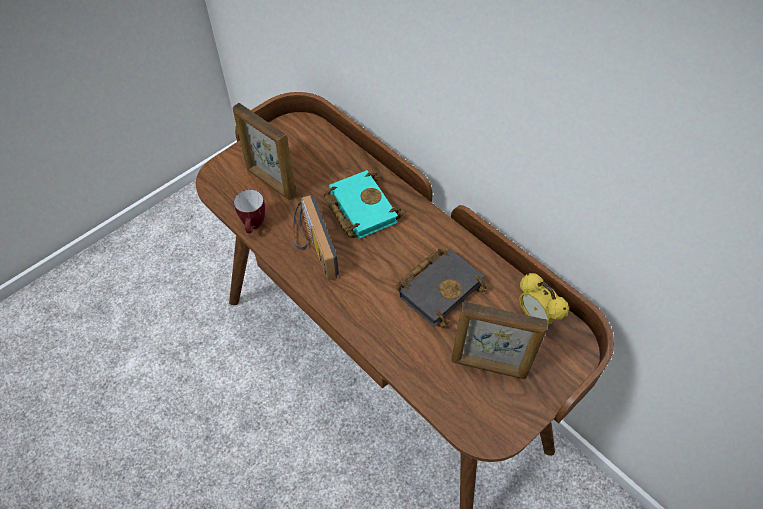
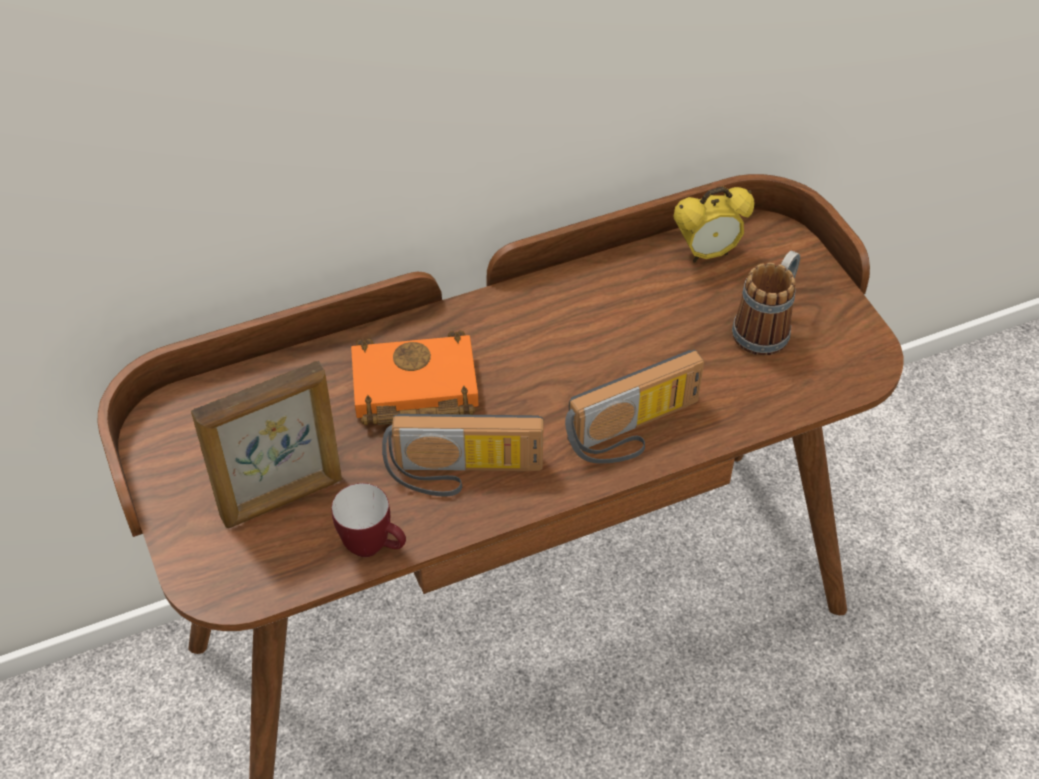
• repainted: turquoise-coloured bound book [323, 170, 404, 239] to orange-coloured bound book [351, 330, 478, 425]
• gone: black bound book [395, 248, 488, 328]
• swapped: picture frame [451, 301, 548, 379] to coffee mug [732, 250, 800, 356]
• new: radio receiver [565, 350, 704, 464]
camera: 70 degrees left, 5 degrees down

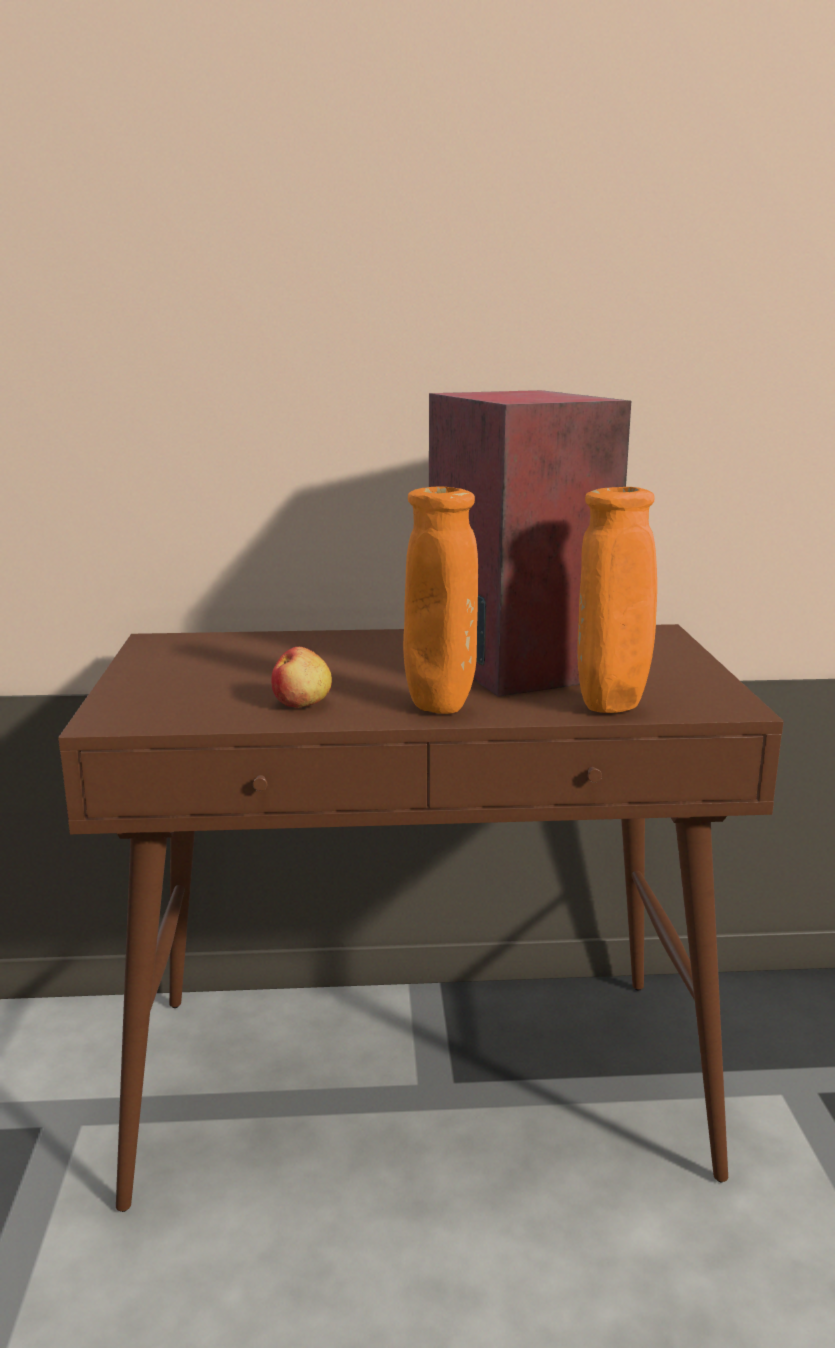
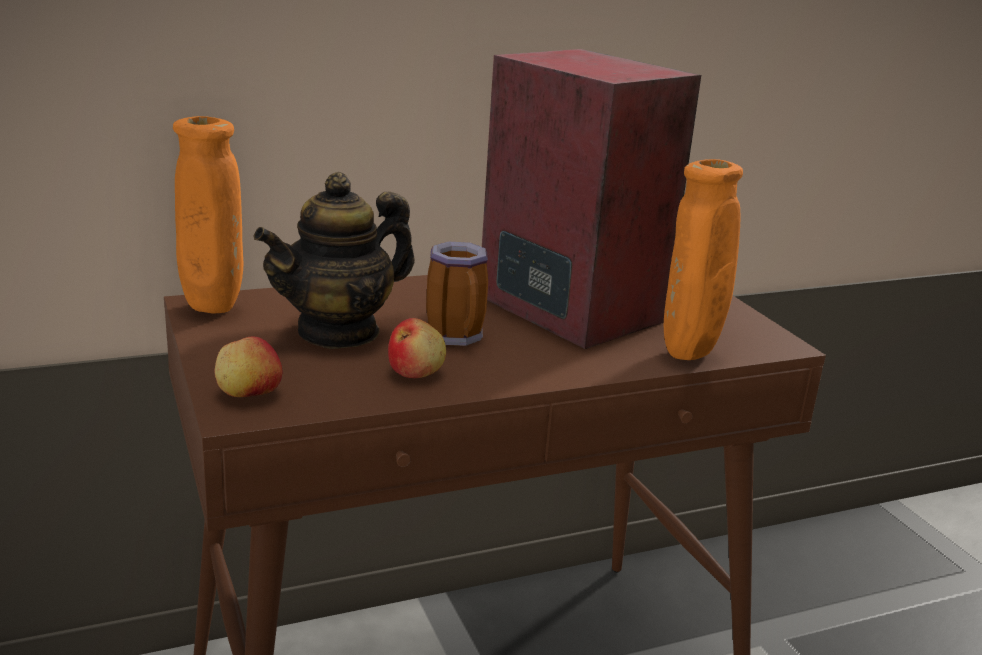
• shifted: orange-coloured decorative vase [403, 486, 478, 714] to [173, 116, 243, 313]
• new: tea pot [253, 172, 415, 349]
• new: coffee mug [426, 242, 488, 346]
• new: whole apple [215, 336, 282, 397]
camera: 20 degrees left, 5 degrees up

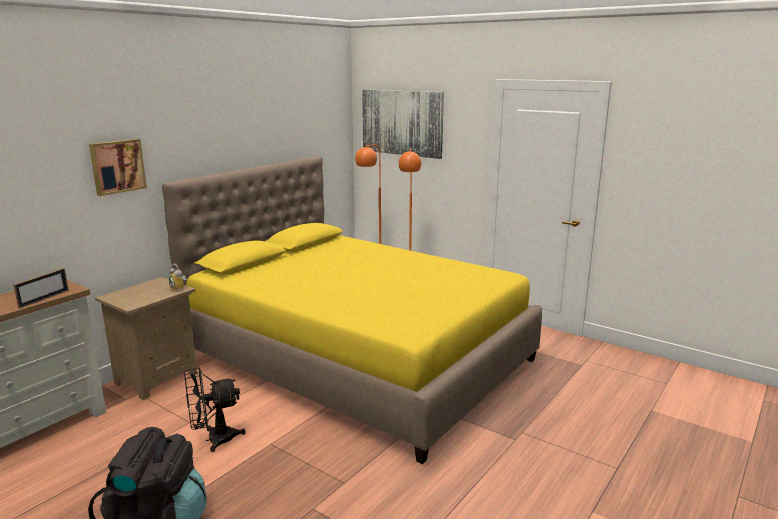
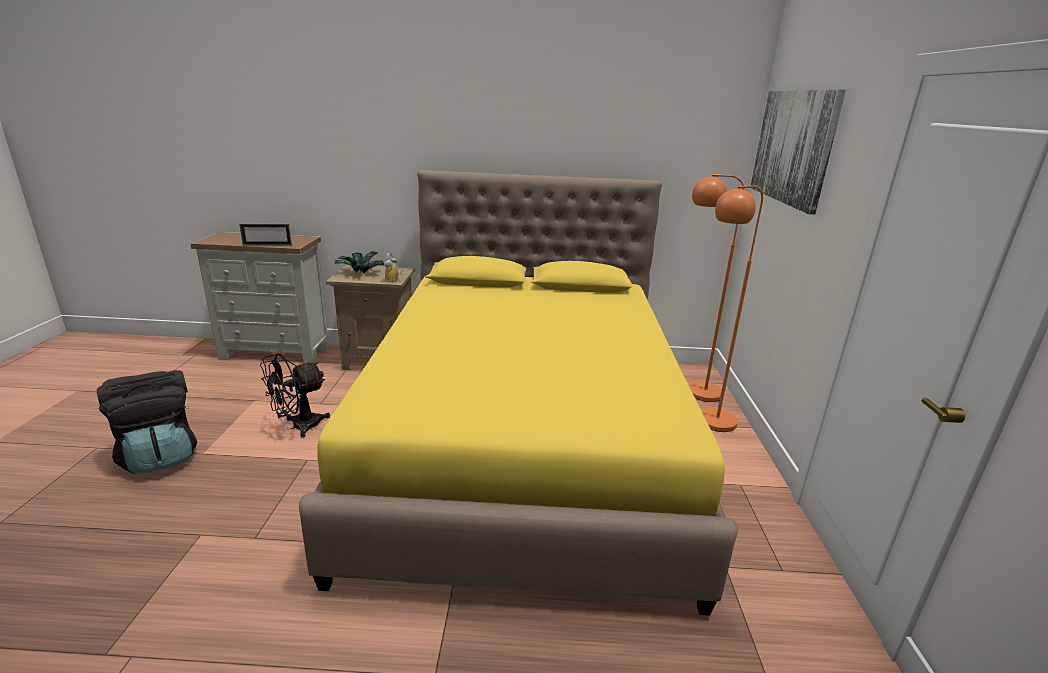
• gone: wall picture [89, 139, 147, 196]
• rotated: black cooling fan [184, 368, 246, 452] = [260, 353, 330, 438] 75 degrees counterclockwise
• new: plant in a pot [334, 251, 384, 273]
camera: 55 degrees right, 5 degrees up

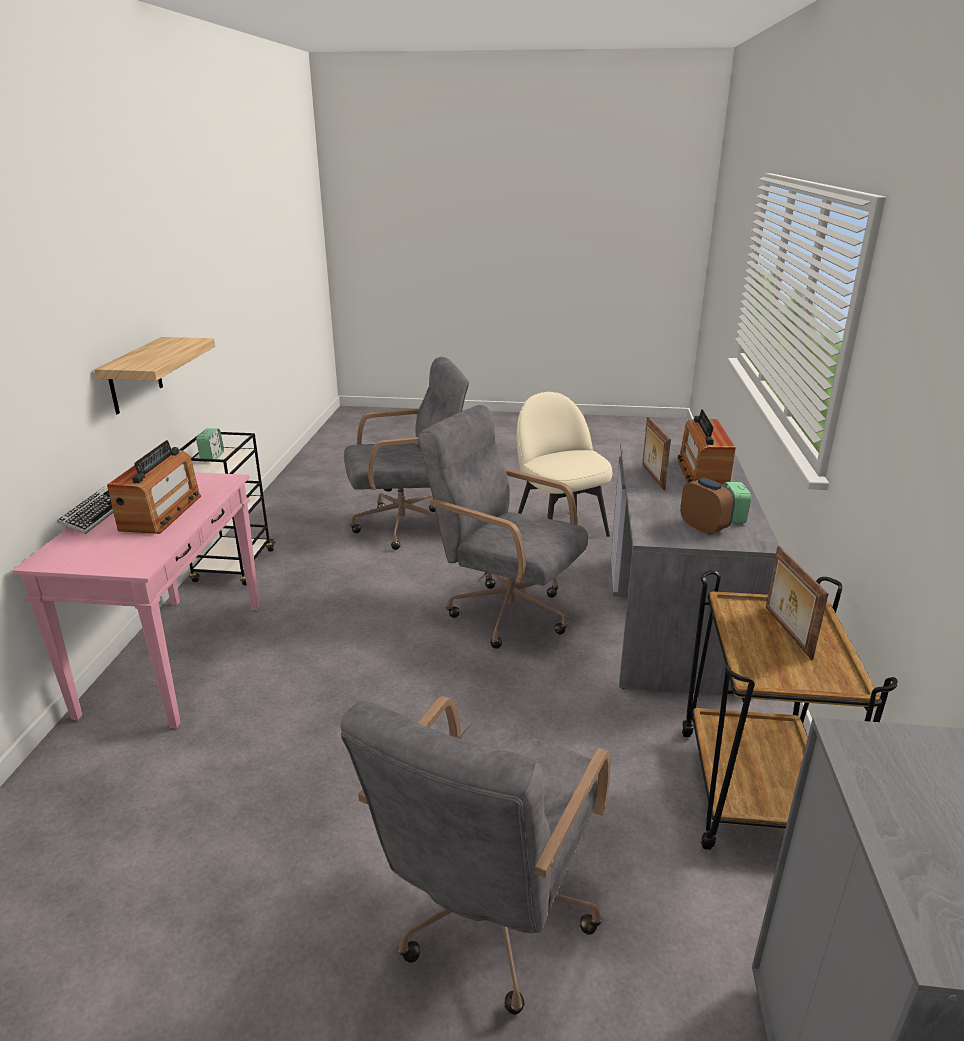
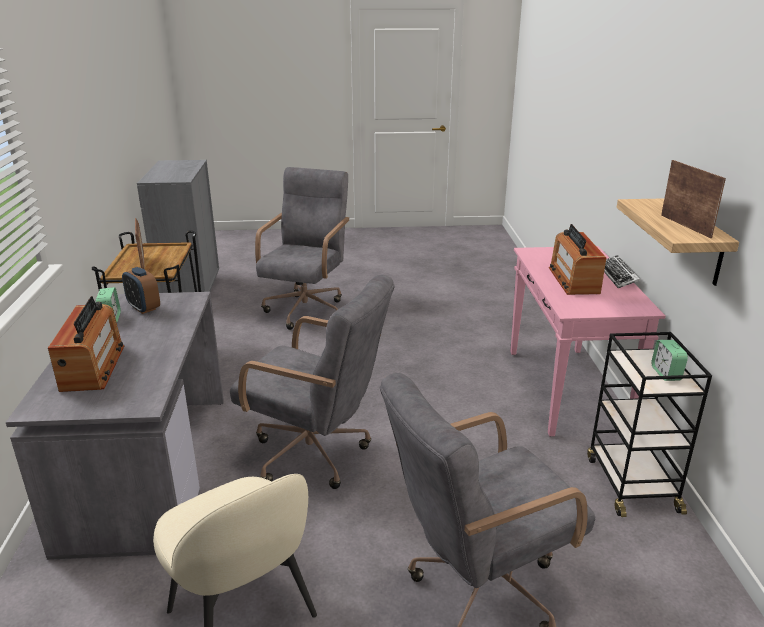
• shifted: picture frame [642, 417, 671, 490] to [661, 160, 726, 238]
camera: 170 degrees right, 0 degrees up

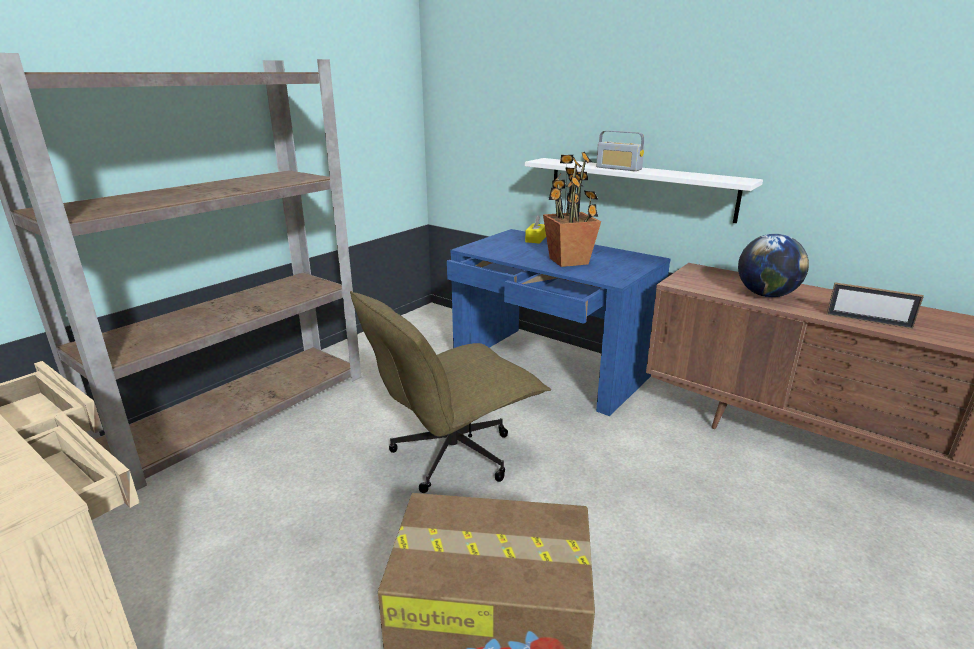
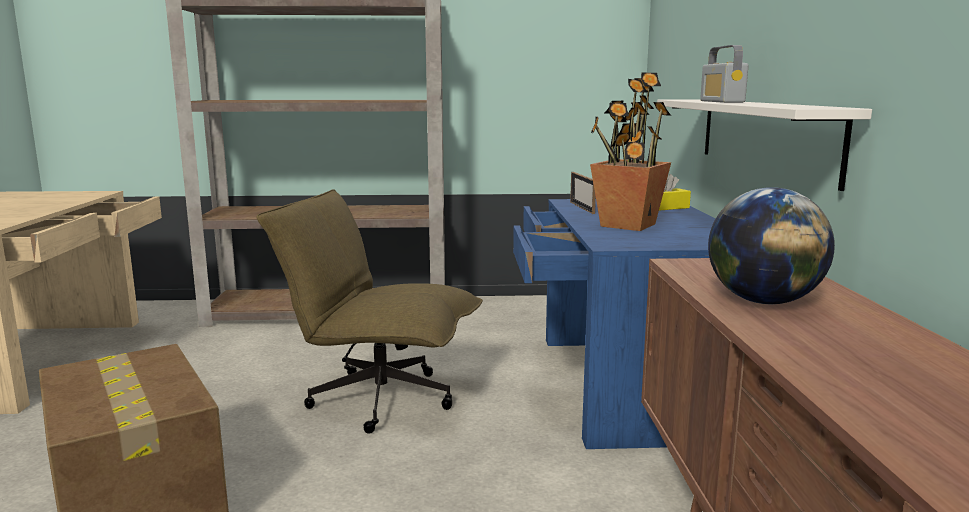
• shifted: picture frame [826, 282, 924, 329] to [570, 172, 596, 214]
camera: 50 degrees right, 10 degrees down

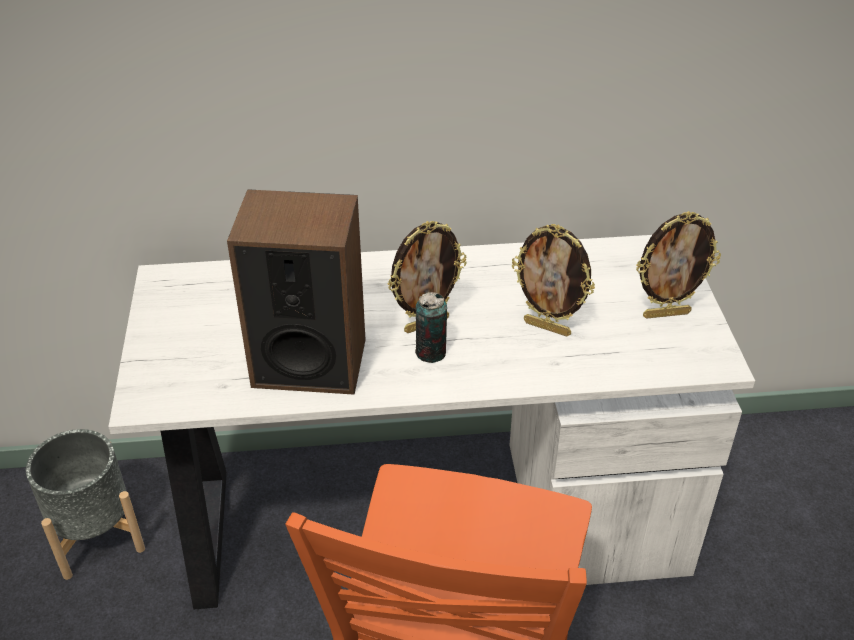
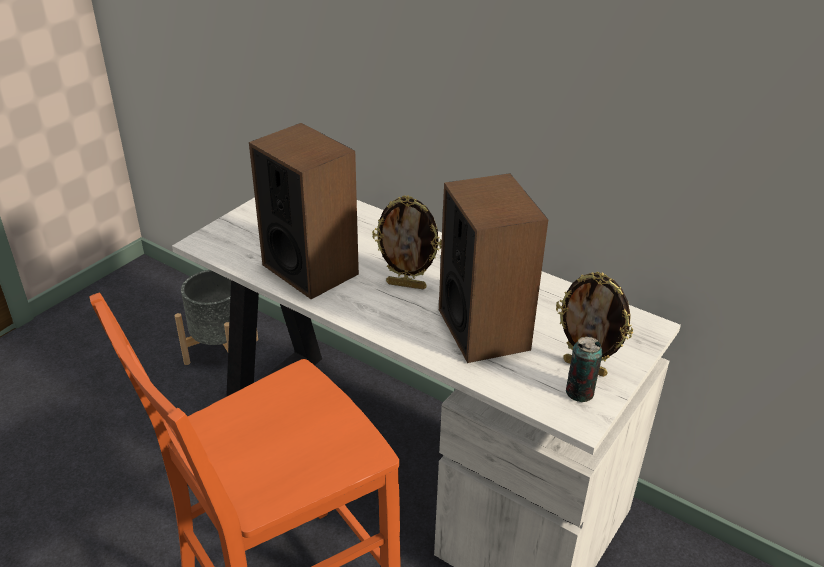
• swapped: picture frame [512, 224, 595, 337] to audio speaker [439, 173, 548, 363]
• shifted: sealed can [415, 292, 447, 363] to [566, 337, 603, 402]
camera: 40 degrees right, 5 degrees down

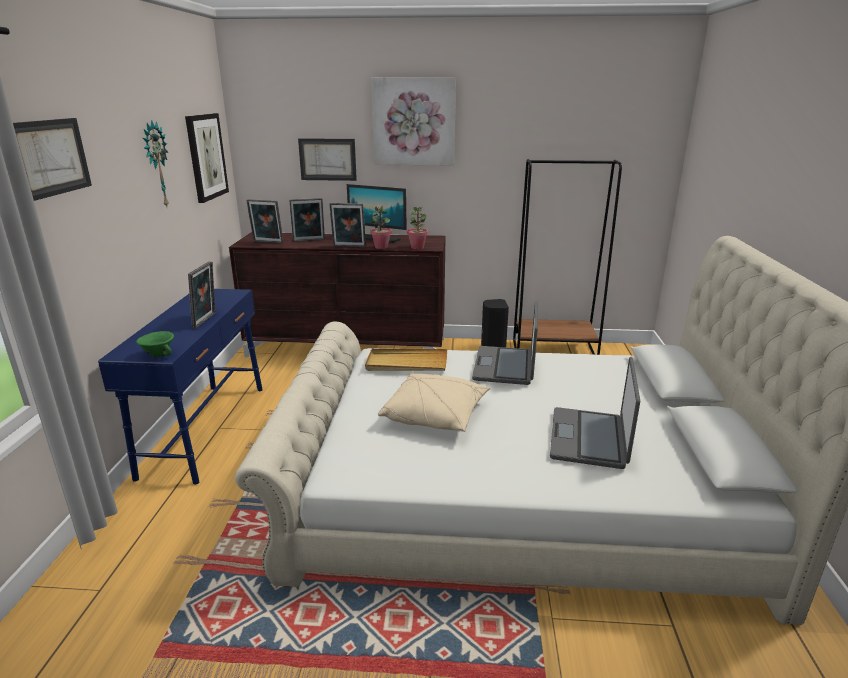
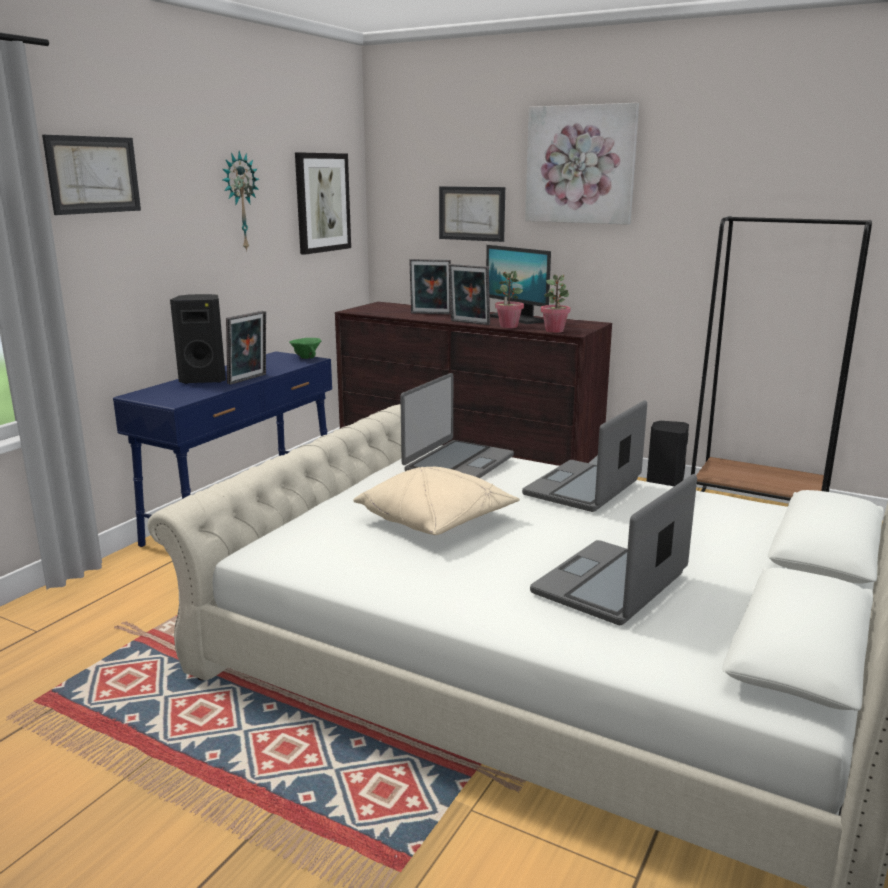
• gone: picture frame [246, 199, 284, 243]
• shifted: green serving bowl [136, 331, 174, 357] to [289, 338, 322, 359]
• swapped: sand-coloured serving tray [365, 348, 447, 371] to portable computer [400, 373, 514, 478]
• new: black audio speaker [170, 294, 226, 384]
camera: 25 degrees right, 5 degrees down

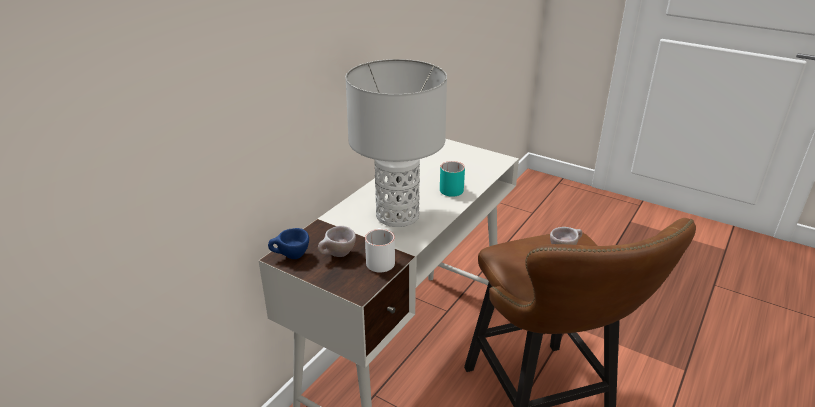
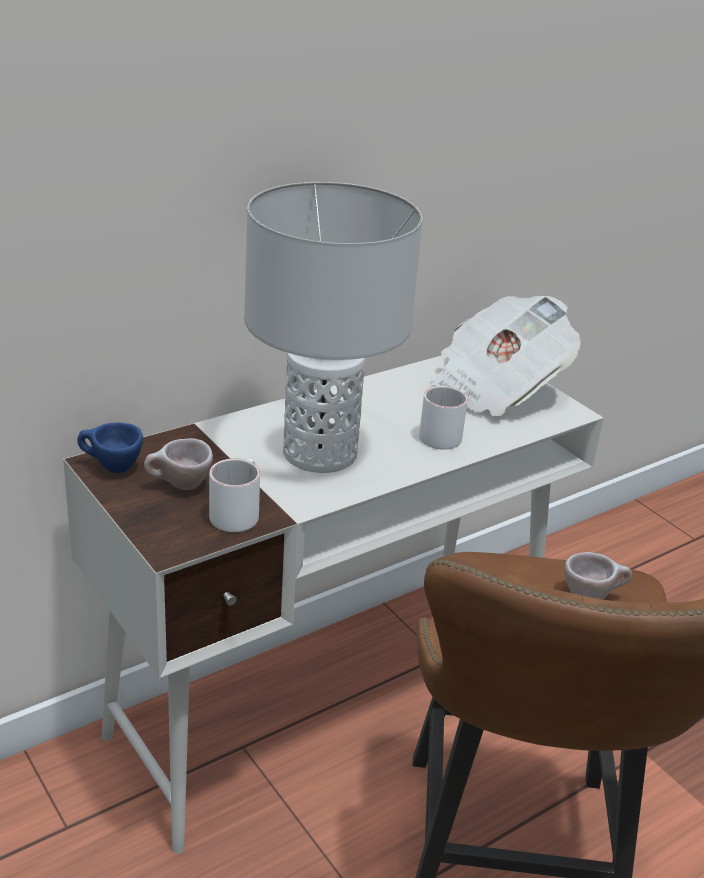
• repainted: turquoise-coloured coffee mug [440, 161, 465, 197] to white-coloured coffee mug [419, 386, 468, 450]
• new: printed paper [426, 296, 581, 416]
camera: 20 degrees right, 0 degrees up

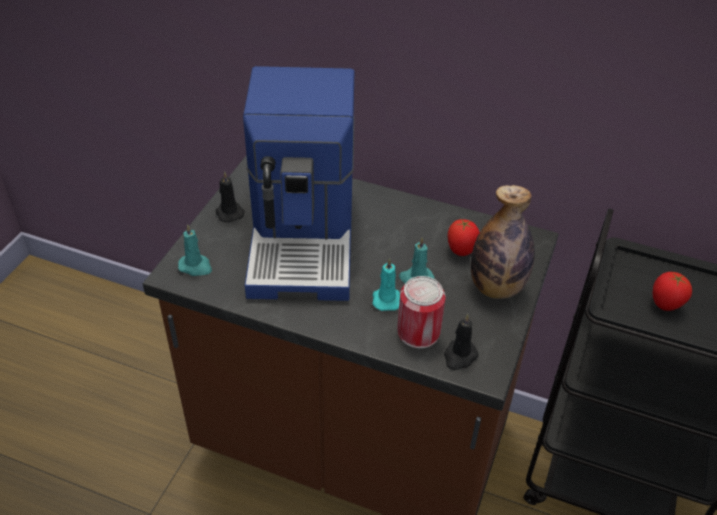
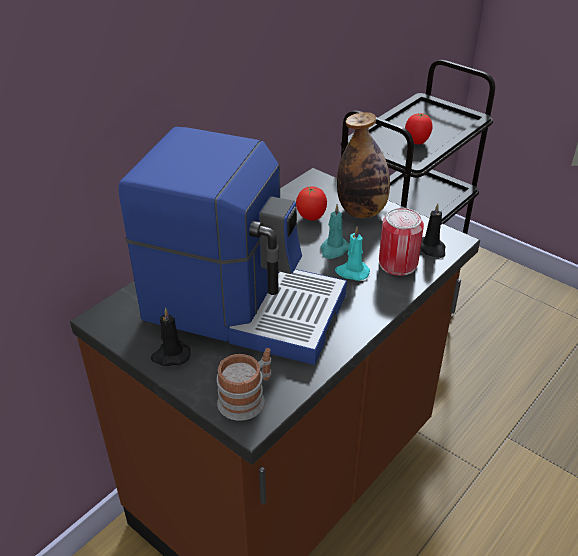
• swapped: turquoise-coloured candle [178, 224, 212, 276] to coffee mug [217, 348, 272, 421]
camera: 70 degrees left, 5 degrees down

